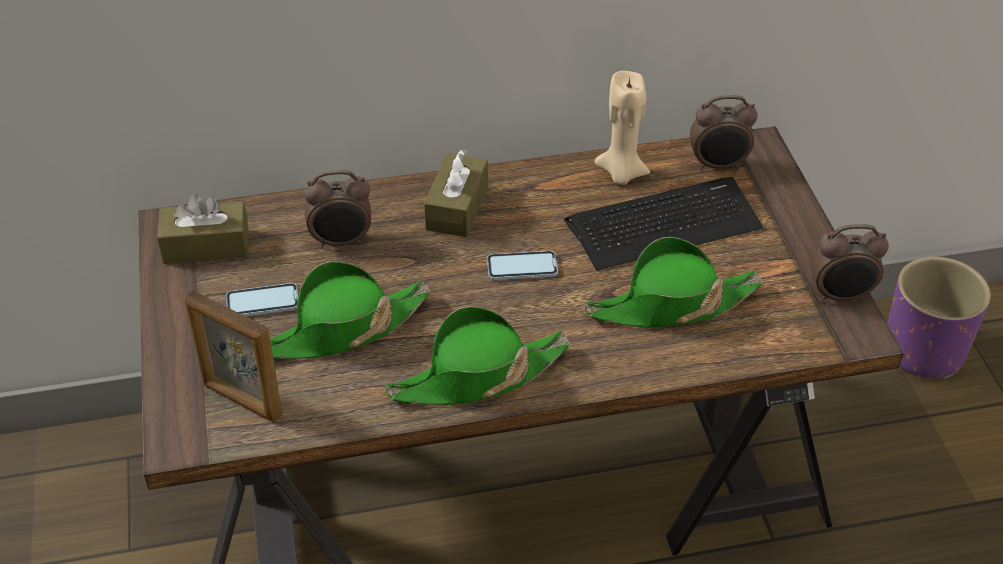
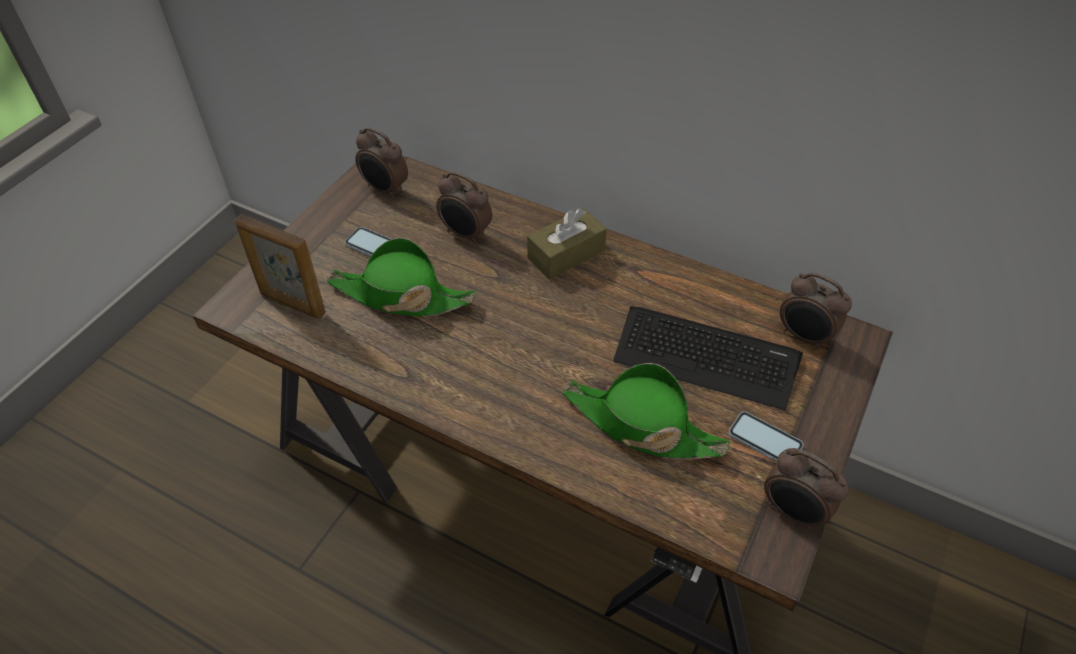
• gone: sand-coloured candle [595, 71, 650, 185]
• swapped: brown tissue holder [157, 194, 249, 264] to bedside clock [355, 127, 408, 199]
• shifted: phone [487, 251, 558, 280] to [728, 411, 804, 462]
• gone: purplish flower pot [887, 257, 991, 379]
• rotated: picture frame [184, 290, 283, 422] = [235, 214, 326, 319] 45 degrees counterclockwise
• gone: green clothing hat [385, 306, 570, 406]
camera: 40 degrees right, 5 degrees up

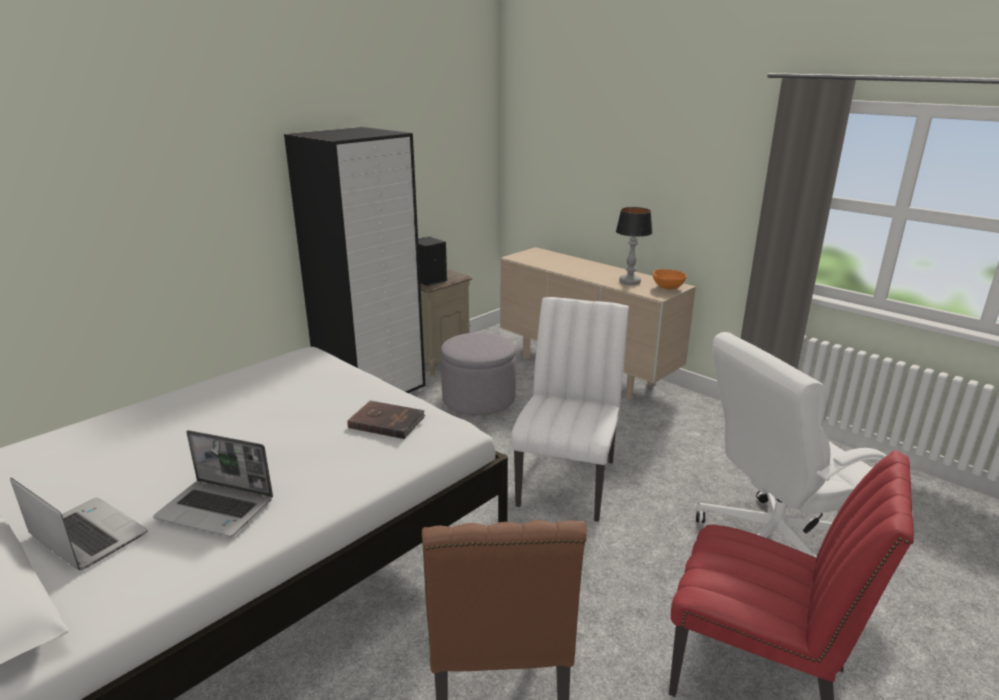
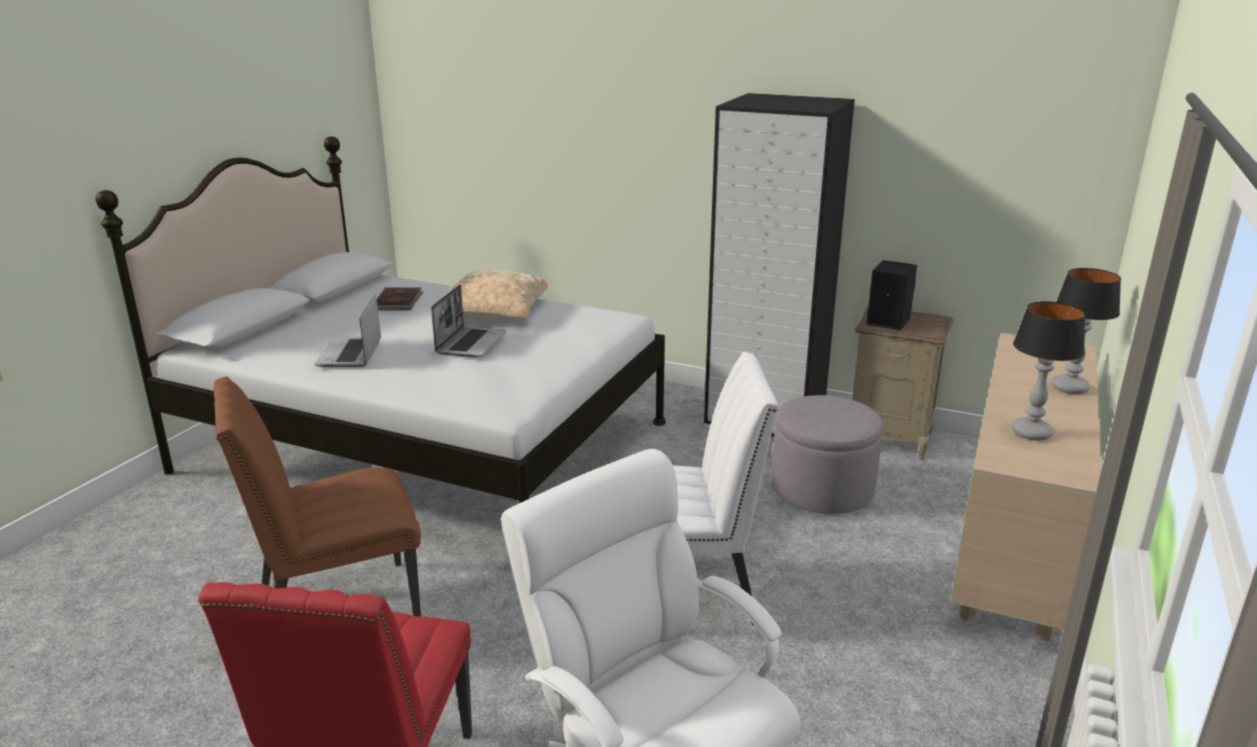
• gone: orange-coloured serving bowl [653, 269, 687, 289]
• shifted: brown bound book [347, 400, 425, 439] to [377, 287, 424, 310]
• shifted: portable computer [10, 478, 147, 570] to [431, 284, 507, 357]
• new: lamp for a table [1052, 268, 1121, 394]
• new: sand-coloured throw pillow [438, 270, 549, 320]
camera: 70 degrees right, 0 degrees up

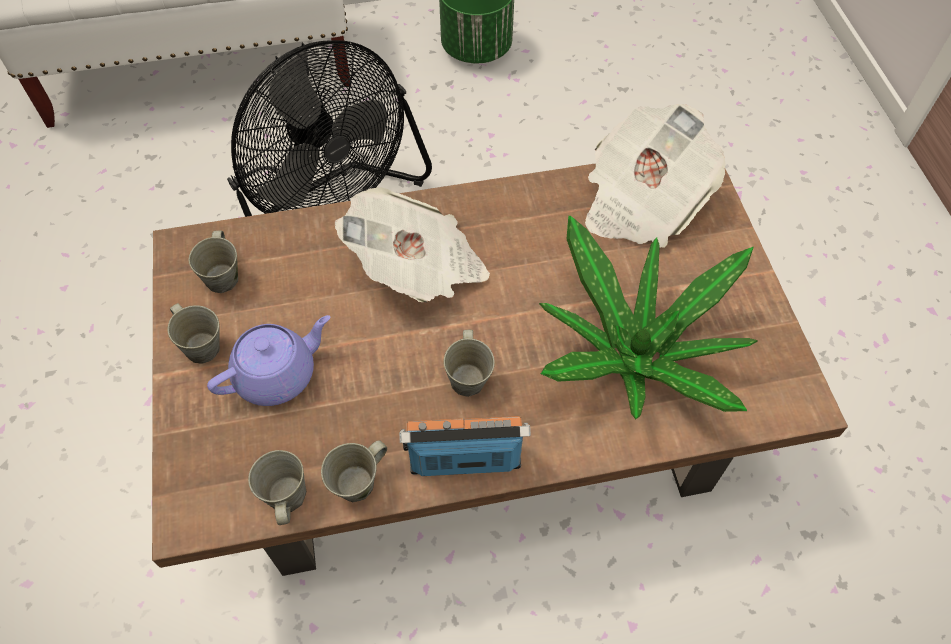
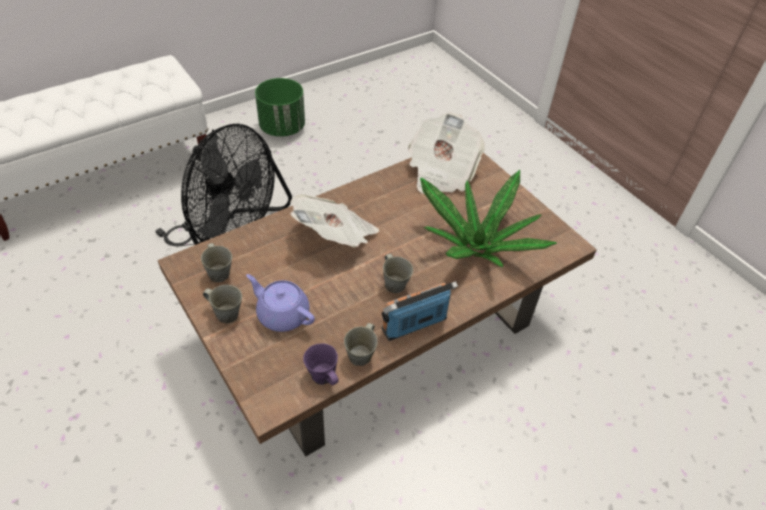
• rotated: purplish tea pot [207, 315, 330, 406] = [246, 274, 315, 332] 90 degrees counterclockwise
• repainted: gray coffee mug [248, 450, 306, 525] to purplish coffee mug [303, 343, 339, 385]
camera: 25 degrees left, 10 degrees down

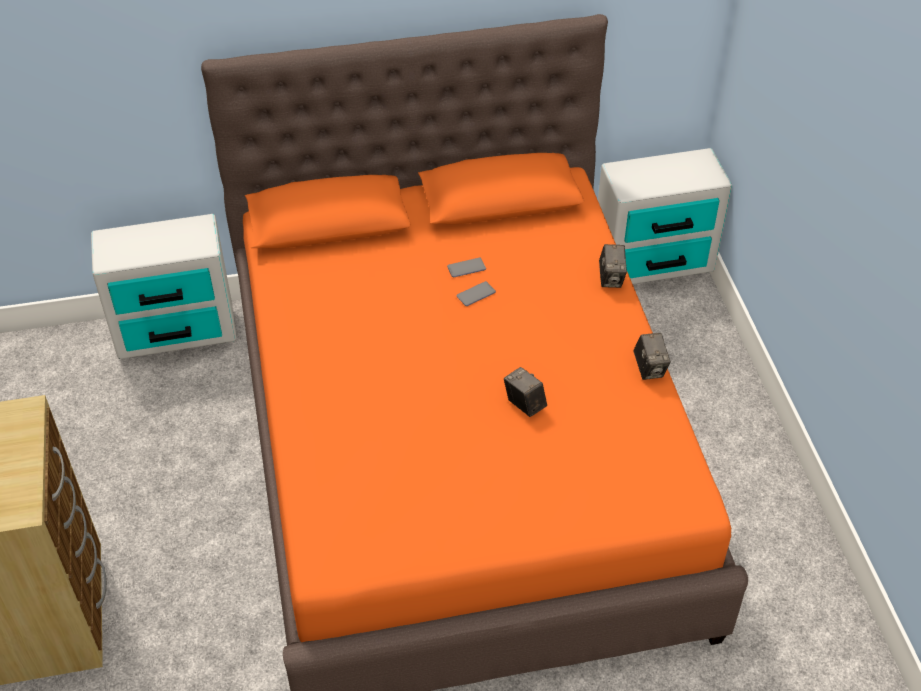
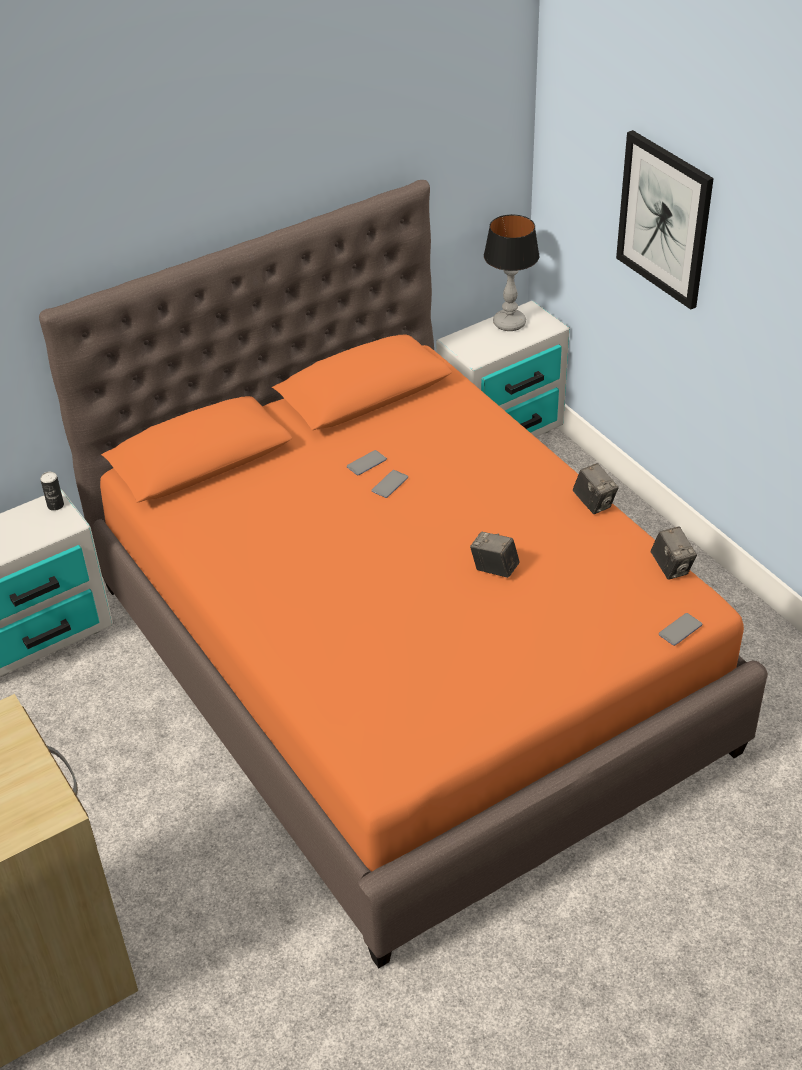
• shifted: photo camera [599, 244, 627, 288] to [651, 527, 697, 580]
• new: wall picture [616, 130, 714, 310]
• new: lamp for a table [484, 214, 539, 331]
• new: sealed can [40, 472, 64, 511]
• new: phone [659, 613, 703, 646]
camera: 20 degrees left, 5 degrees down

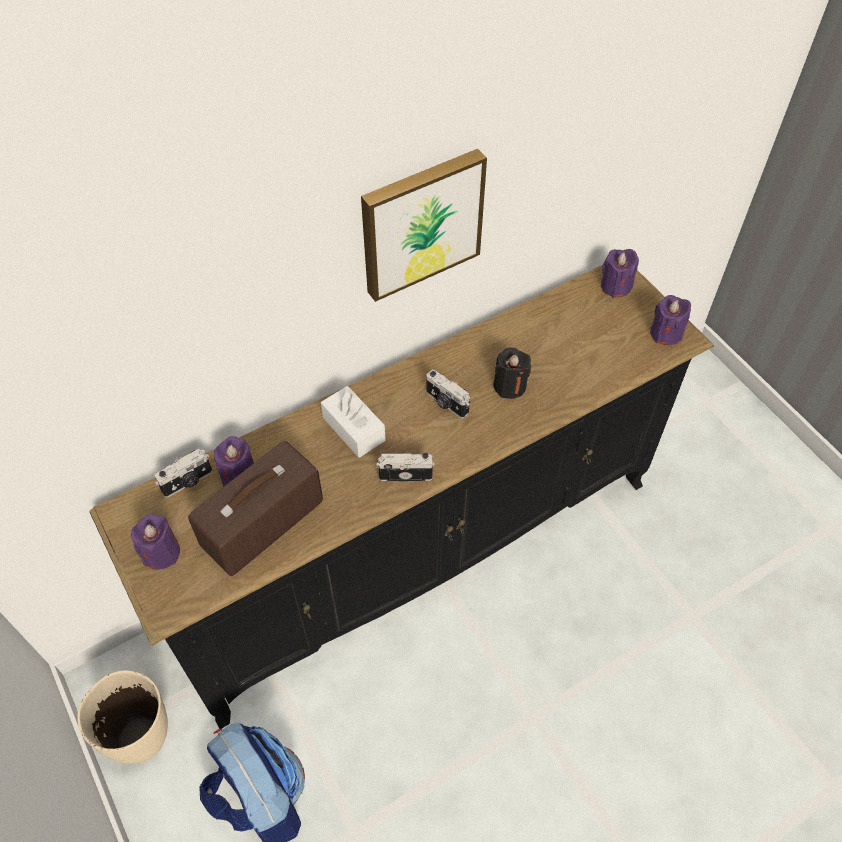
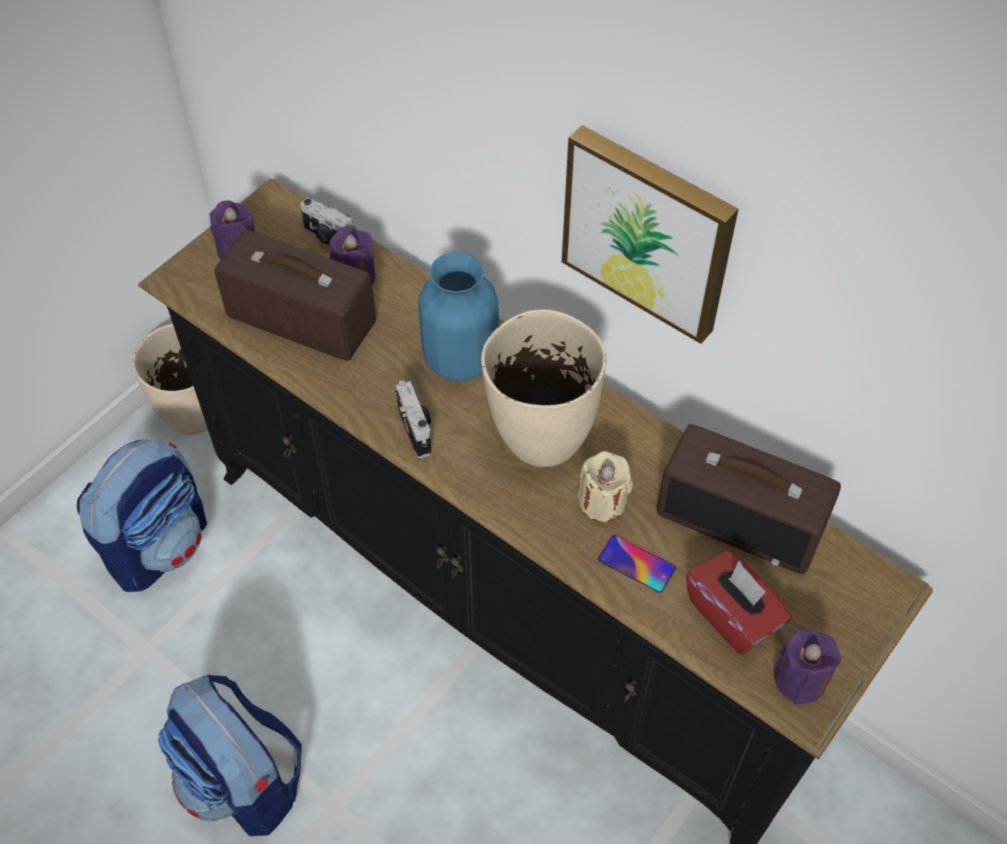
• gone: purplish candle [601, 249, 639, 298]
• repainted: black candle [493, 348, 531, 399] to sand-coloured candle [578, 451, 633, 522]
• swapped: photo camera [426, 369, 470, 418] to sand-coloured decorative vase [481, 309, 607, 467]
• swapped: white-coloured tissue holder [321, 386, 386, 458] to blue-coloured decorative vase [418, 251, 499, 382]
• new: radio receiver [657, 424, 841, 574]
• new: phone [598, 535, 676, 593]
• new: red-coloured tissue holder [686, 551, 792, 655]
• new: backpack [158, 675, 302, 836]
camera: 70 degrees right, 0 degrees up

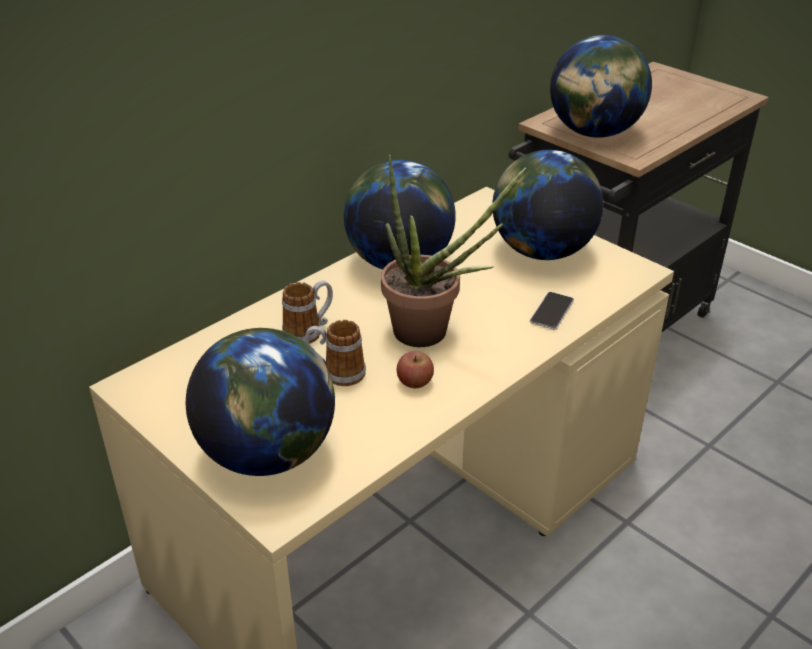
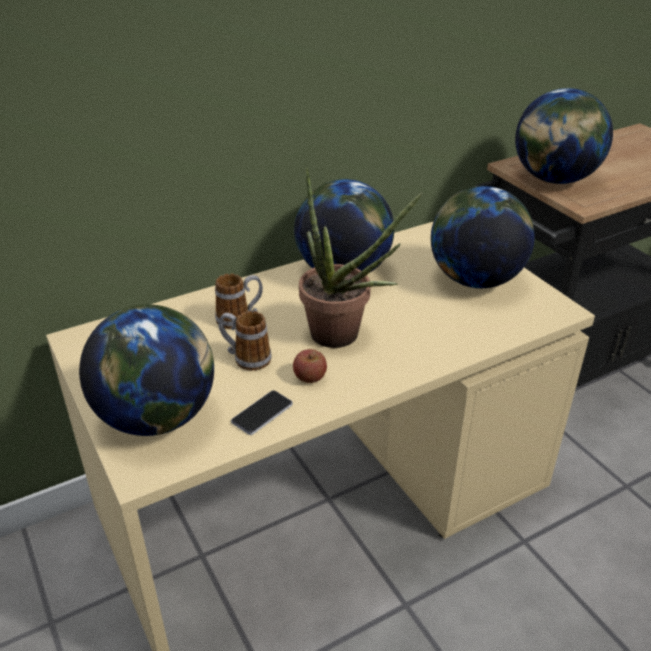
• shifted: phone [530, 292, 574, 330] to [231, 390, 293, 435]
camera: 15 degrees right, 0 degrees up

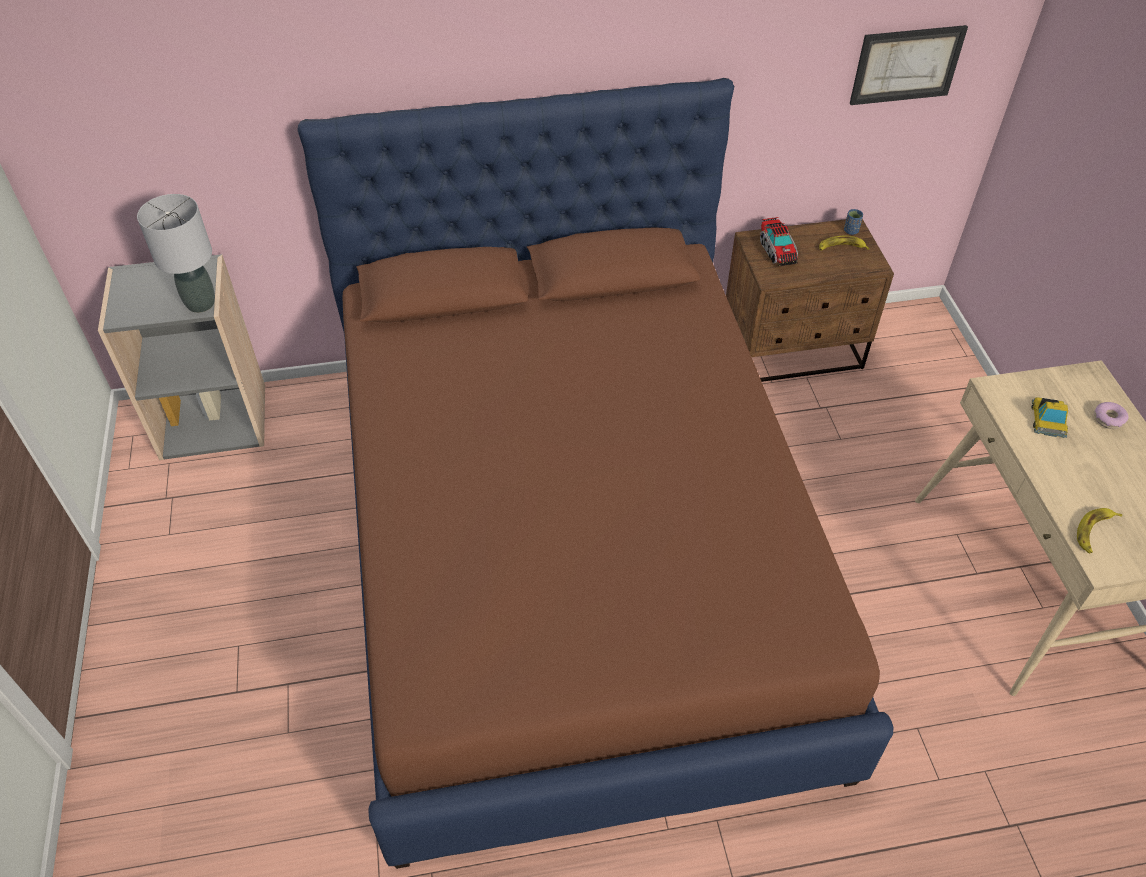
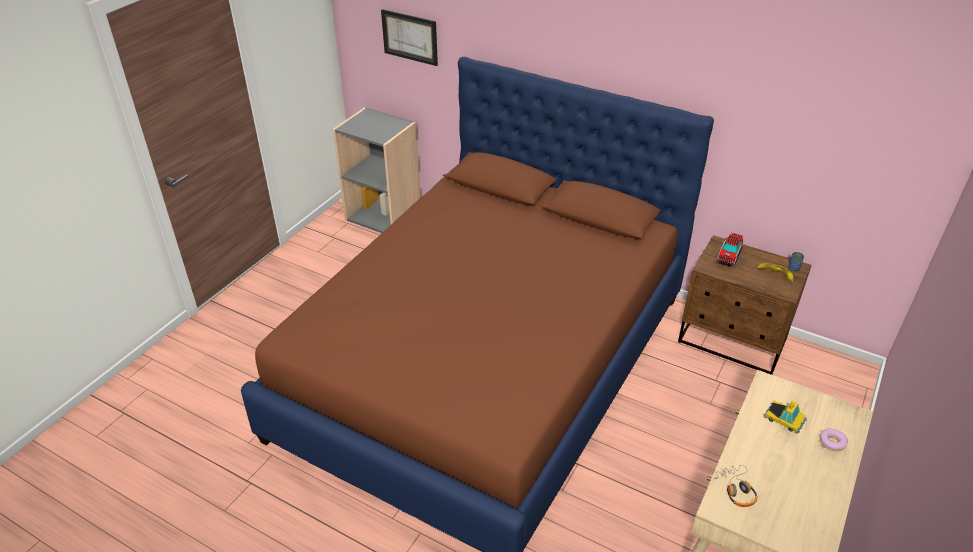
• shifted: wall picture [849, 25, 968, 105] to [381, 9, 438, 66]
• gone: gray lamp for a table [137, 194, 215, 313]
• rotated: toy car [1032, 397, 1068, 438] = [763, 401, 807, 434] 105 degrees counterclockwise
• swapped: banana fruit [1077, 508, 1122, 553] to pair of headphones [714, 465, 758, 507]
camera: 40 degrees right, 10 degrees down

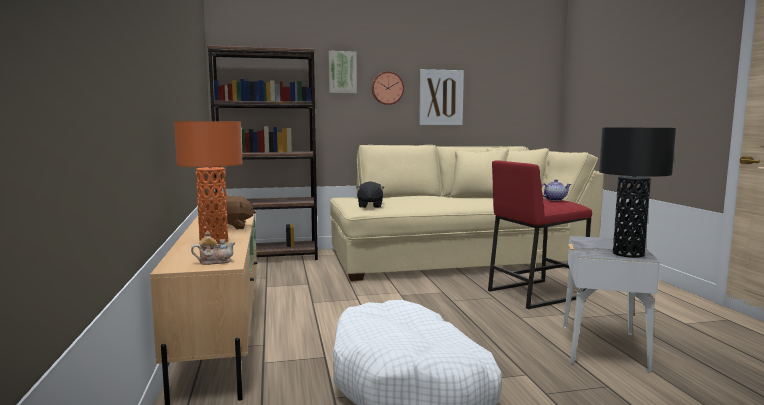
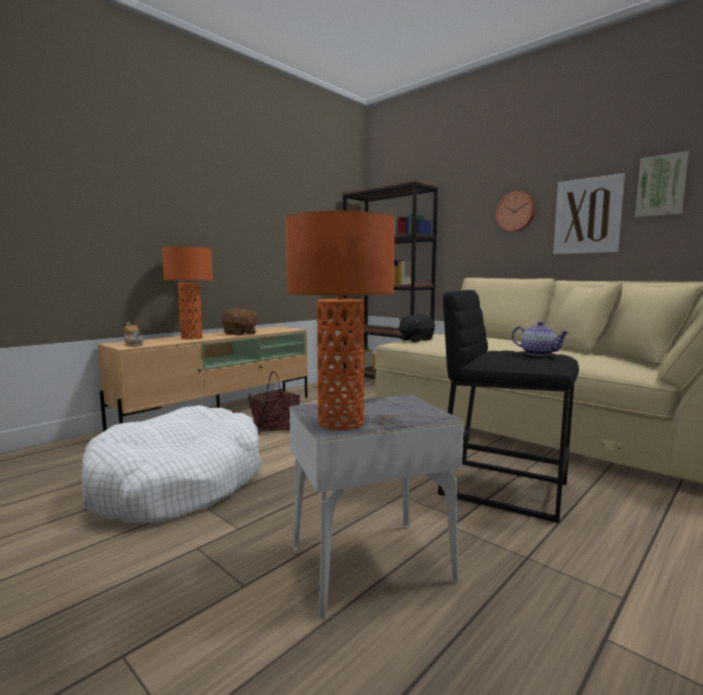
• shifted: wall picture [329, 51, 357, 94] to [635, 151, 689, 217]
• repainted: black lamp for a table [599, 128, 676, 258] to orange-coloured lamp for a table [286, 211, 395, 430]
• repainted: red-coloured sitting stool [488, 160, 592, 309] to black sitting stool [438, 290, 579, 523]
• new: basket [248, 371, 300, 433]
camera: 55 degrees right, 0 degrees up

